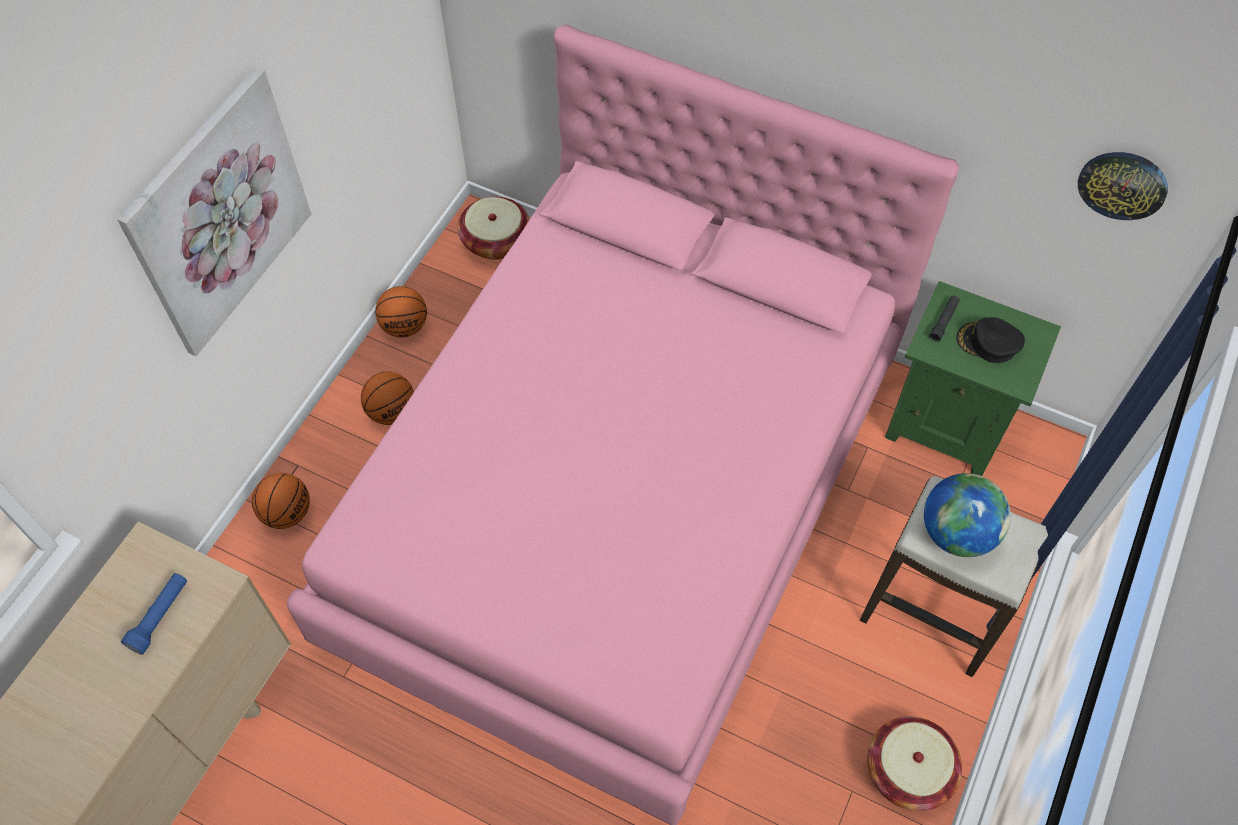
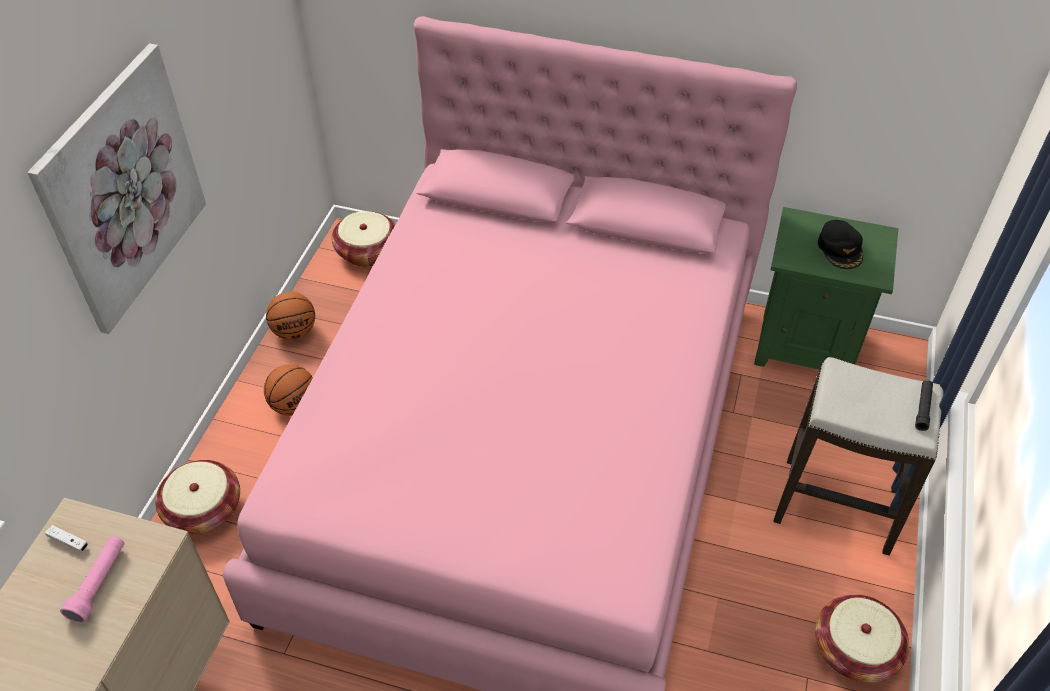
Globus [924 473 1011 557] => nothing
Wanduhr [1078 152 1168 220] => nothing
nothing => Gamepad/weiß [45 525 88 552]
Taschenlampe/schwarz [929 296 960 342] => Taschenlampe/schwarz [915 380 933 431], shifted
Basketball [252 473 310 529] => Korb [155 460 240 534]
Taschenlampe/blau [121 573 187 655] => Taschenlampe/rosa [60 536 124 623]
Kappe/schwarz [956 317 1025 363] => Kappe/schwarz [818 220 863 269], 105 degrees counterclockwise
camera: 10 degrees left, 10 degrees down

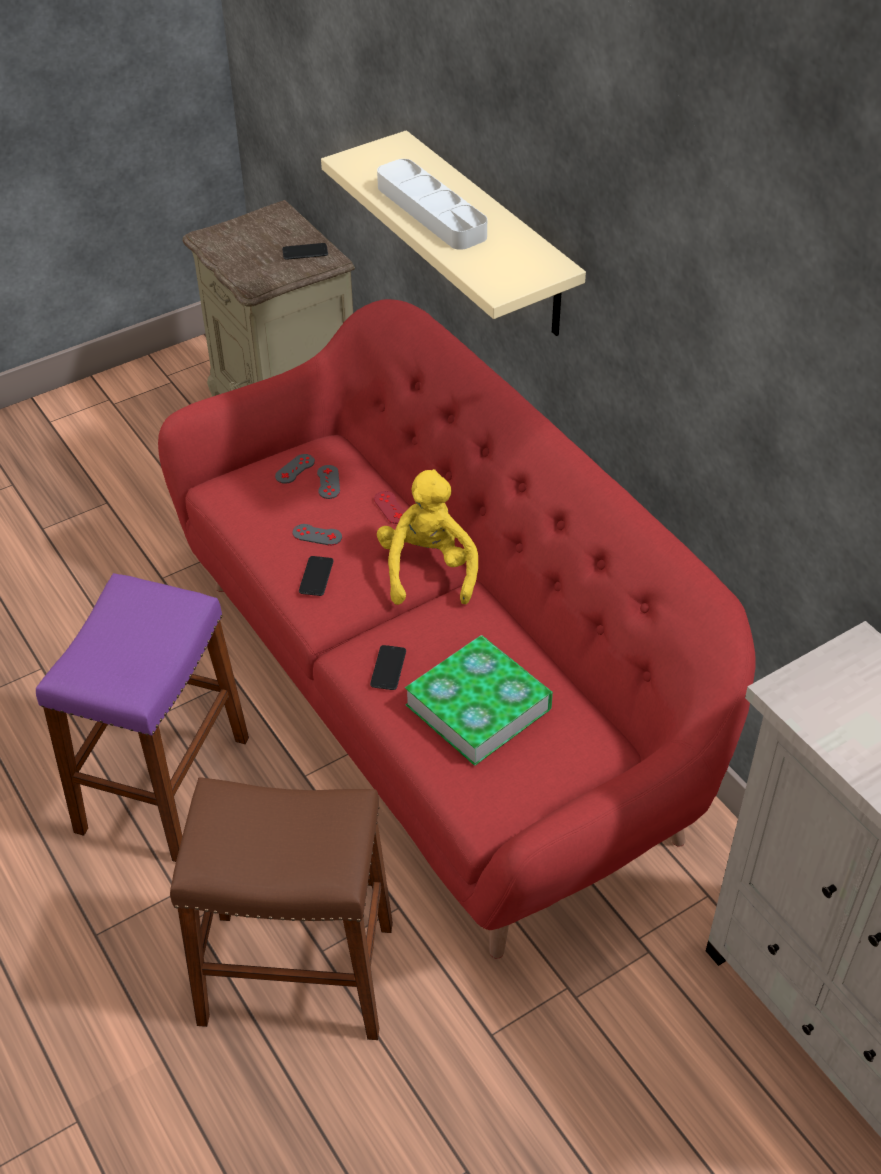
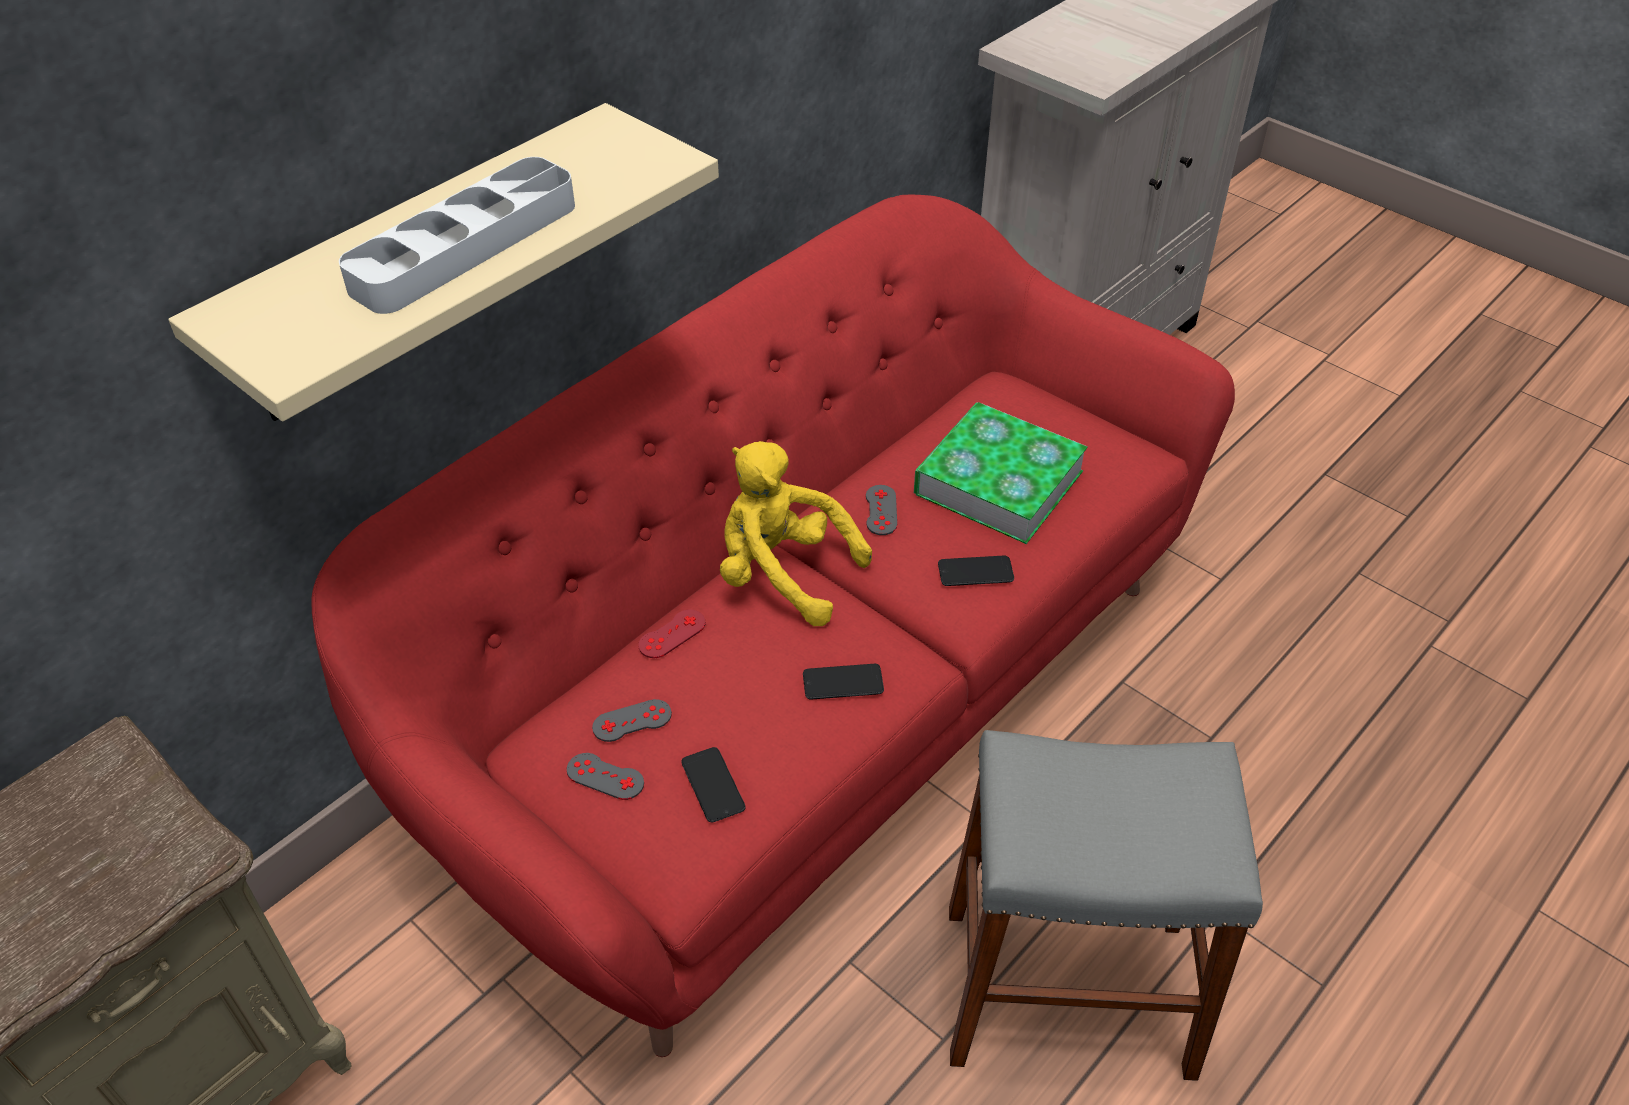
Hocker/braun [170 777 393 1040] => nothing
Handy [282 243 328 260] => Handy [681 747 746 822], shifted
Gamepad/grau [292 524 342 546] => Gamepad/grau [866 485 897 535], shifted
Hocker/lila [36 573 249 862] => Hocker/grau [949 730 1263 1081]
Plüschtier/gelb [377 469 478 605] => Plüschtier/gelb [720 441 872 626], 45 degrees clockwise
camera: 105 degrees left, 0 degrees up

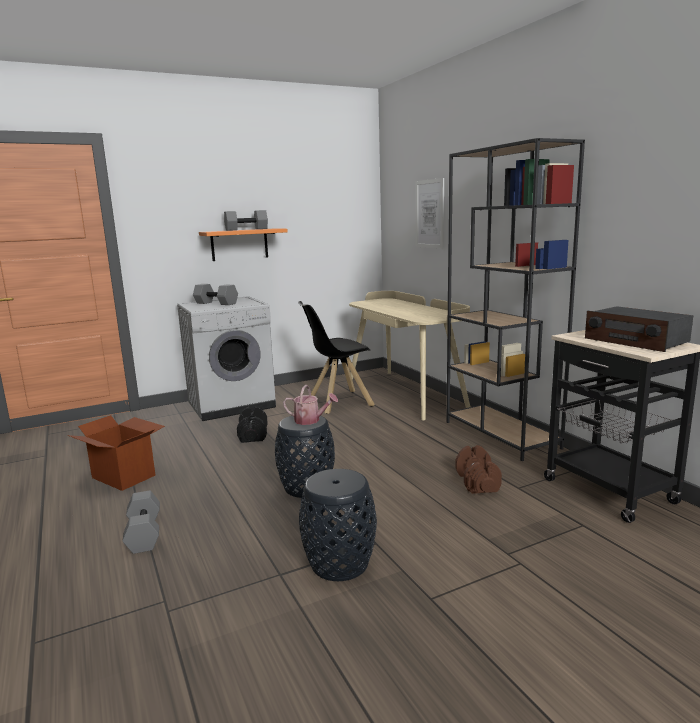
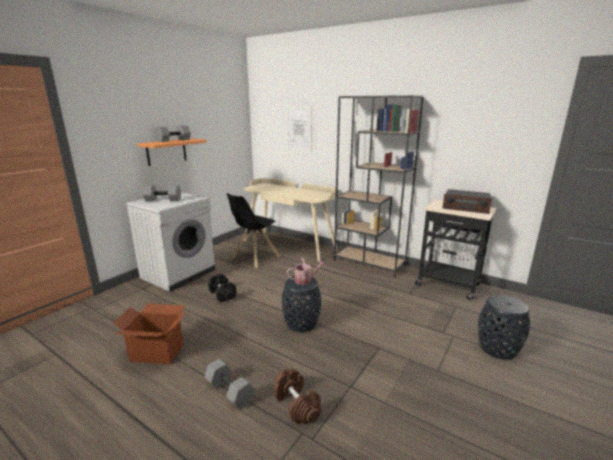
Hocker/schwarz [299 469 377 581] => Hocker/schwarz [478 295 530 360], shifted
Hantel/braun [455 445 502 494] => Hantel/braun [274 369 321 424], shifted
camera: 30 degrees left, 5 degrees up

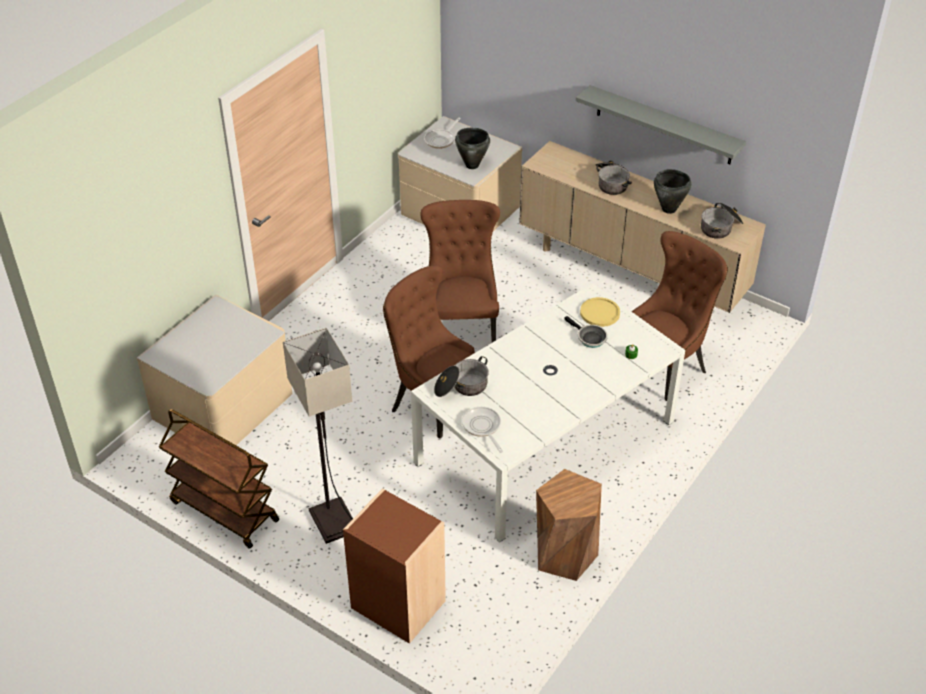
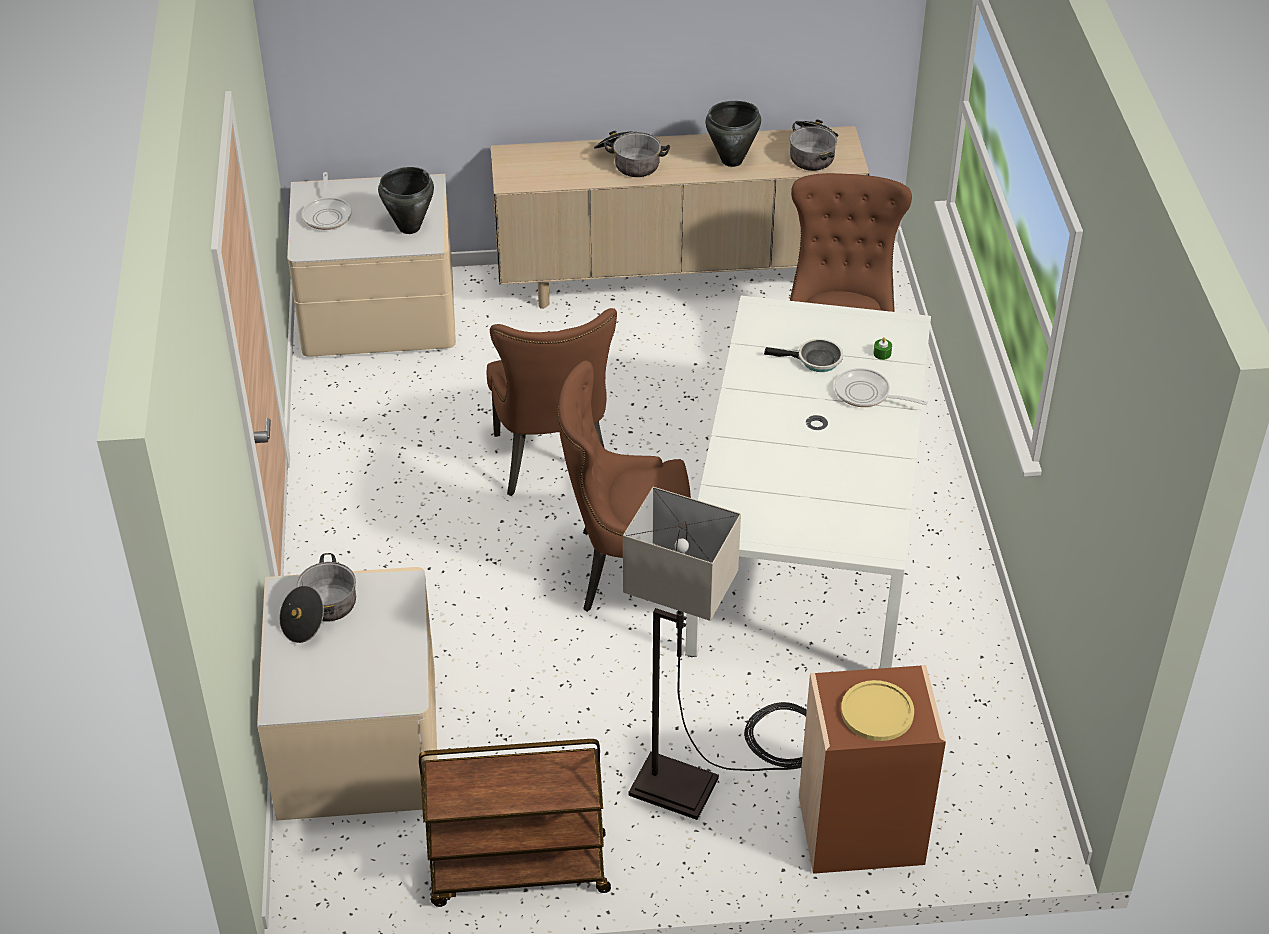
Hocker/braun [536 469 602 581] => nothing
Wandregal/grau [576 85 746 164] => nothing
Kochtopf [434 356 489 397] => Kochtopf [279 553 356 643], shifted
Pfanne [462 407 503 453] => Pfanne [835 368 928 407], shifted
Teller/gelb [580 297 620 327] => Teller/gelb [841 680 914 741], shifted
Stuhl/braun [421 200 500 342] => Stuhl/braun [487 308 617 496], 150 degrees counterclockwise
camera: 40 degrees left, 0 degrees up

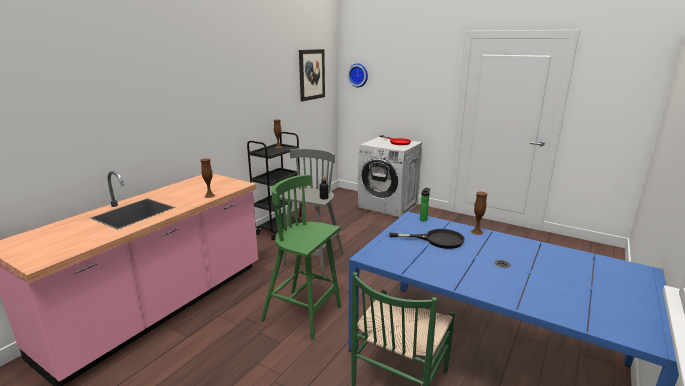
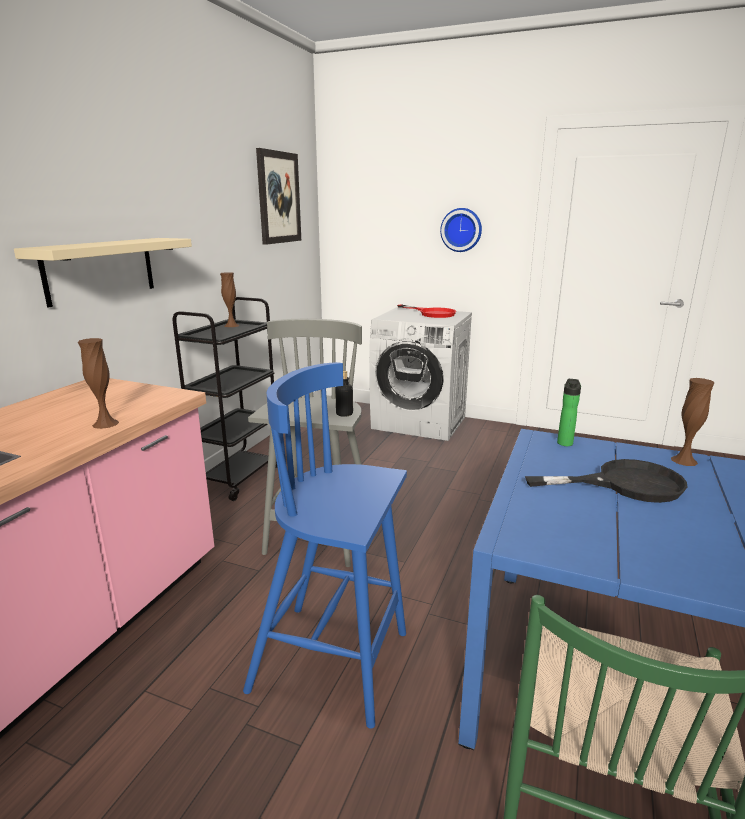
nothing => Wandregal/beige [14 238 192 307]
Wanduhr [348 63 368 87] => Wanduhr [440 208 482 252], shifted
Hocker/grün [260 175 341 340] => Hocker/blau [243 362 407 729]
camera: 10 degrees left, 0 degrees up

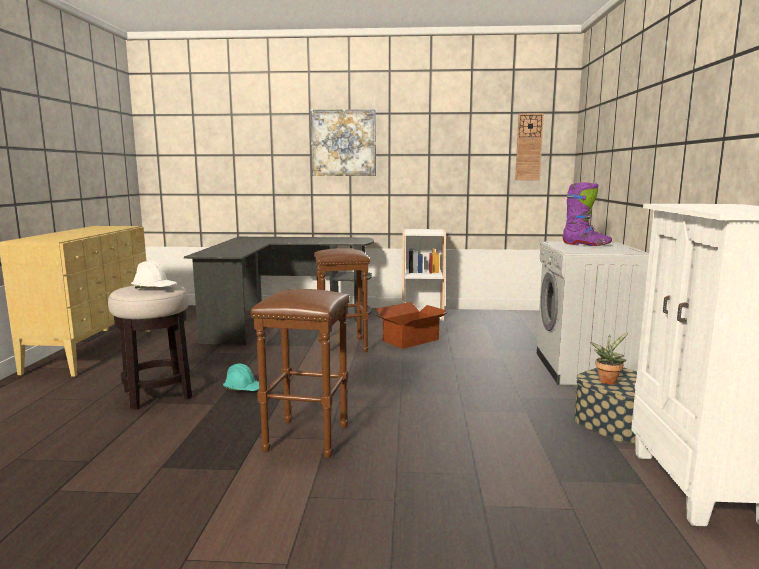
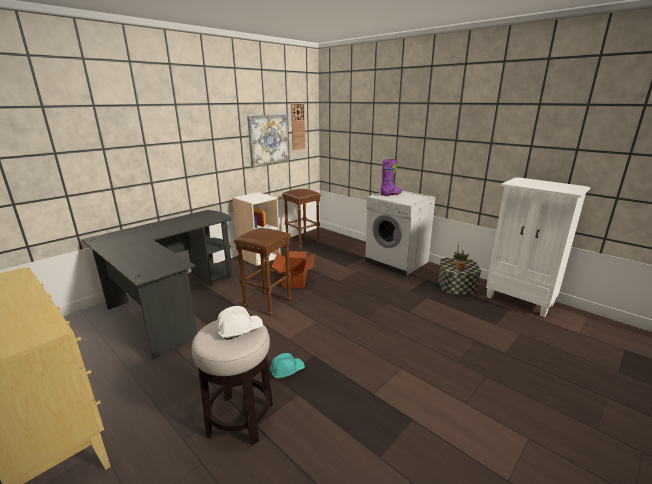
Hocker/braun [251 289 350 458] => Hocker/braun [282 189 321 249], shifted
Bild [310 109 376 176] => Bild [247 114 289 167], shifted
camera: 50 degrees left, 10 degrees up

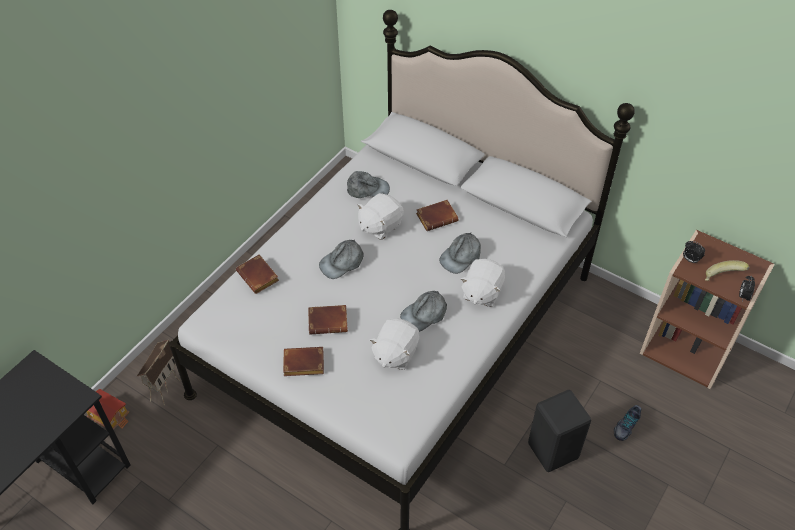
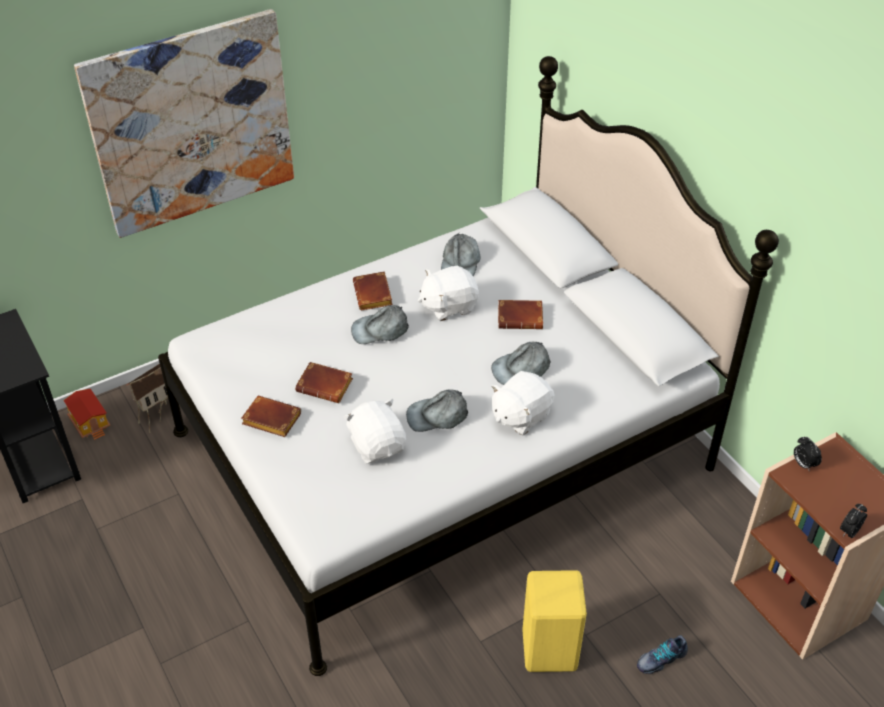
Banane [705 260 749 281] => nothing
nothing => Bild [74 9 294 238]
Buch/braun [236 255 279 294] => Buch/braun [353 271 393 310], shifted
Hocker/schwarz [528 390 591 472] => Hocker/gelb [522 570 587 672]
Kappe/grau [347 171 390 198] => Kappe/grau [441 233 481 276], 75 degrees clockwise
Plüschtier/weiß [370 318 419 370] => Plüschtier/weiß [343 399 406 464], 105 degrees clockwise
camera: 25 degrees right, 5 degrees down

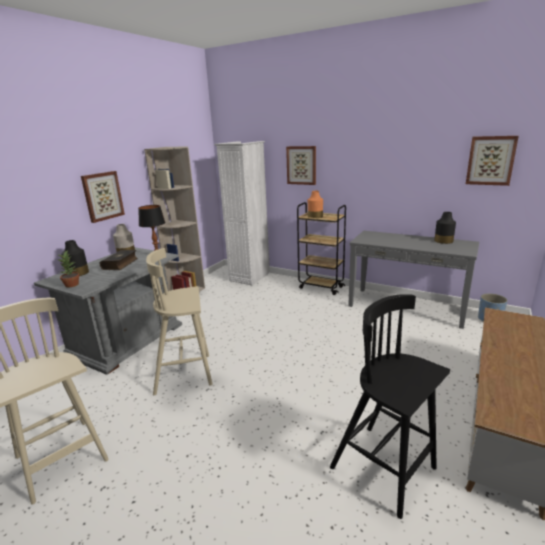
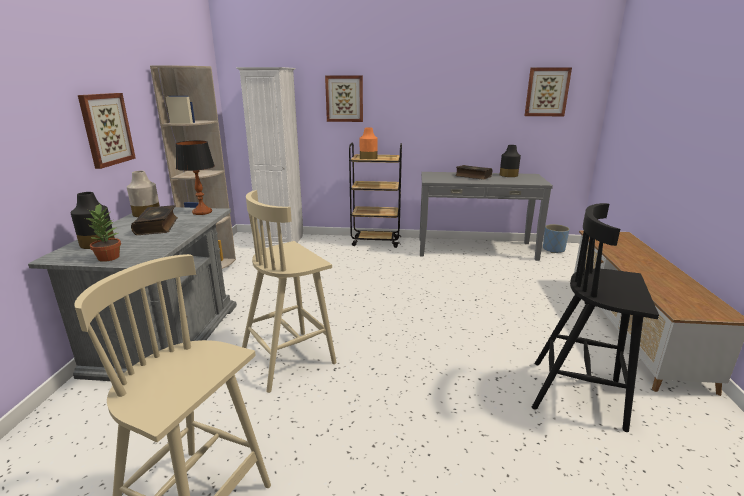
nothing => Buch [455 165 492 180]
camera: 25 degrees left, 0 degrees up

